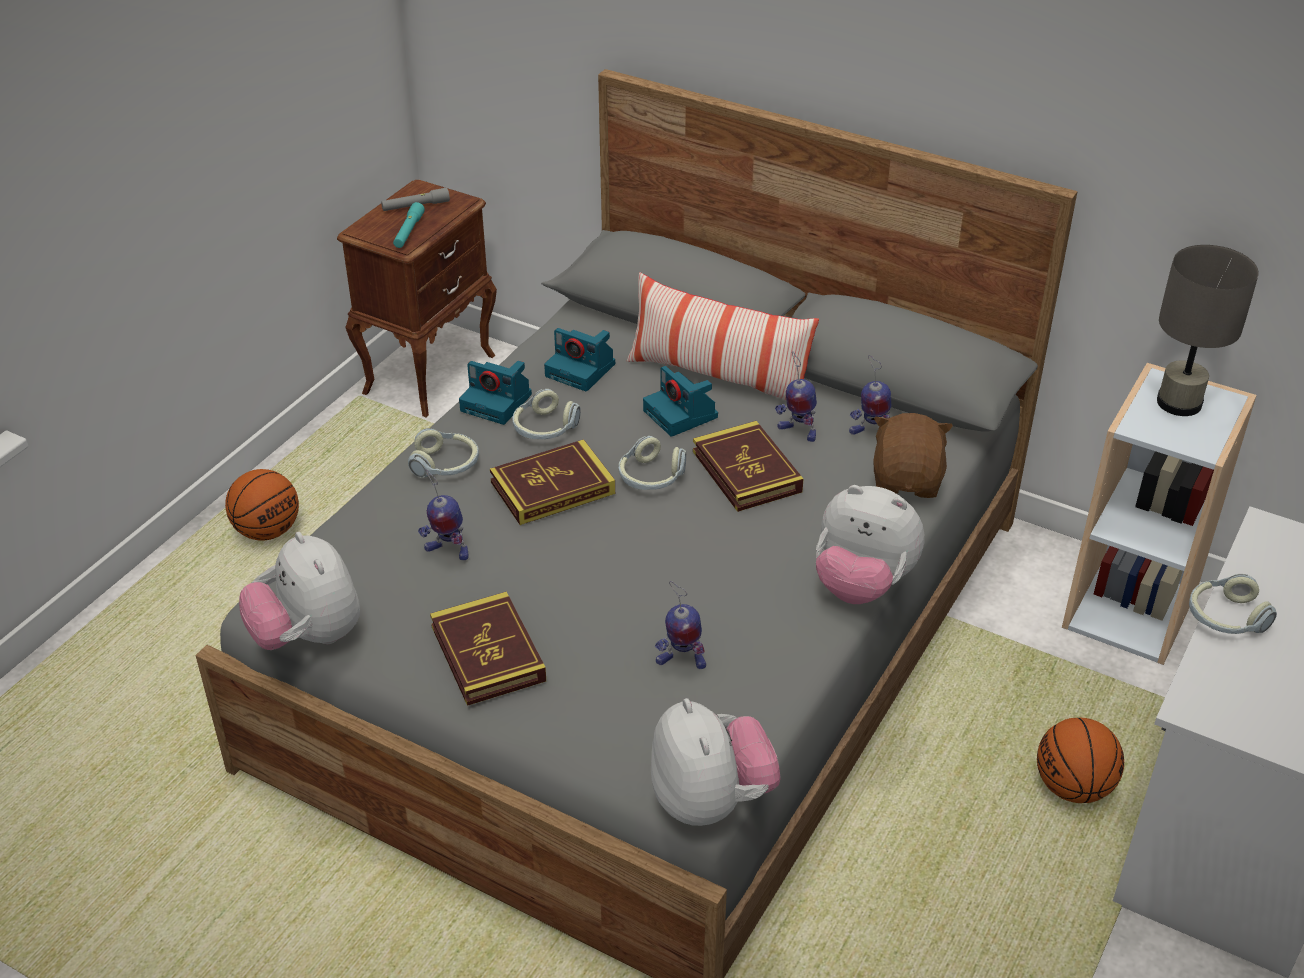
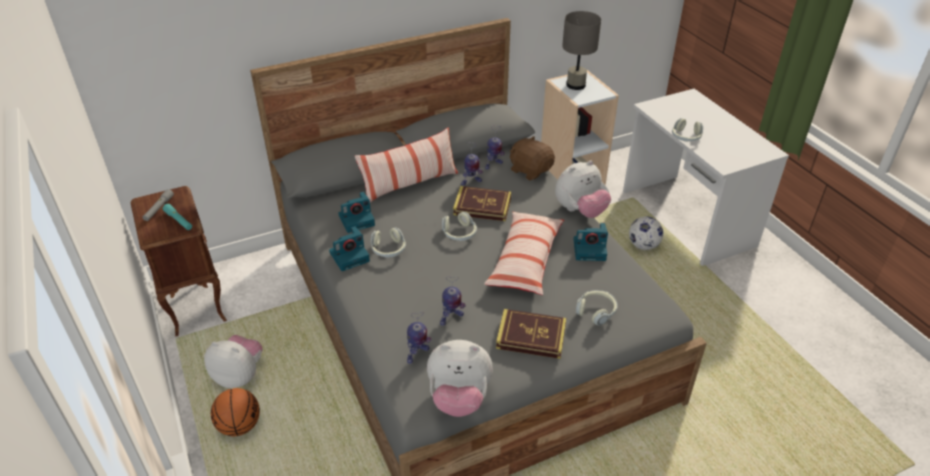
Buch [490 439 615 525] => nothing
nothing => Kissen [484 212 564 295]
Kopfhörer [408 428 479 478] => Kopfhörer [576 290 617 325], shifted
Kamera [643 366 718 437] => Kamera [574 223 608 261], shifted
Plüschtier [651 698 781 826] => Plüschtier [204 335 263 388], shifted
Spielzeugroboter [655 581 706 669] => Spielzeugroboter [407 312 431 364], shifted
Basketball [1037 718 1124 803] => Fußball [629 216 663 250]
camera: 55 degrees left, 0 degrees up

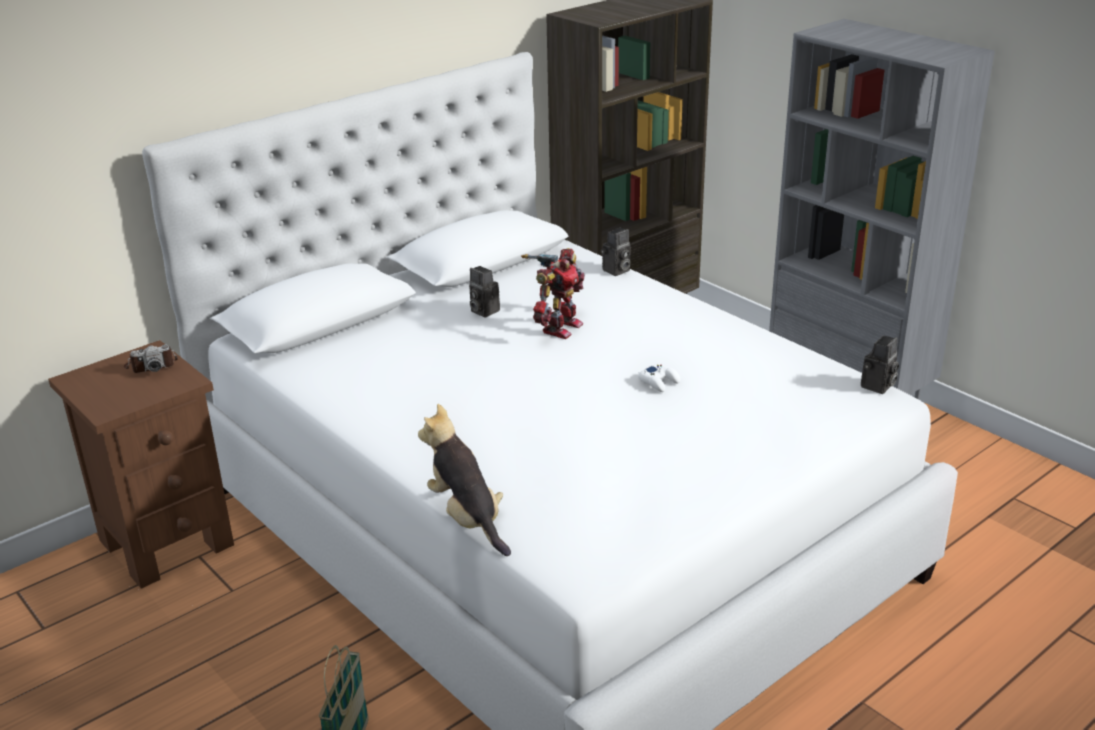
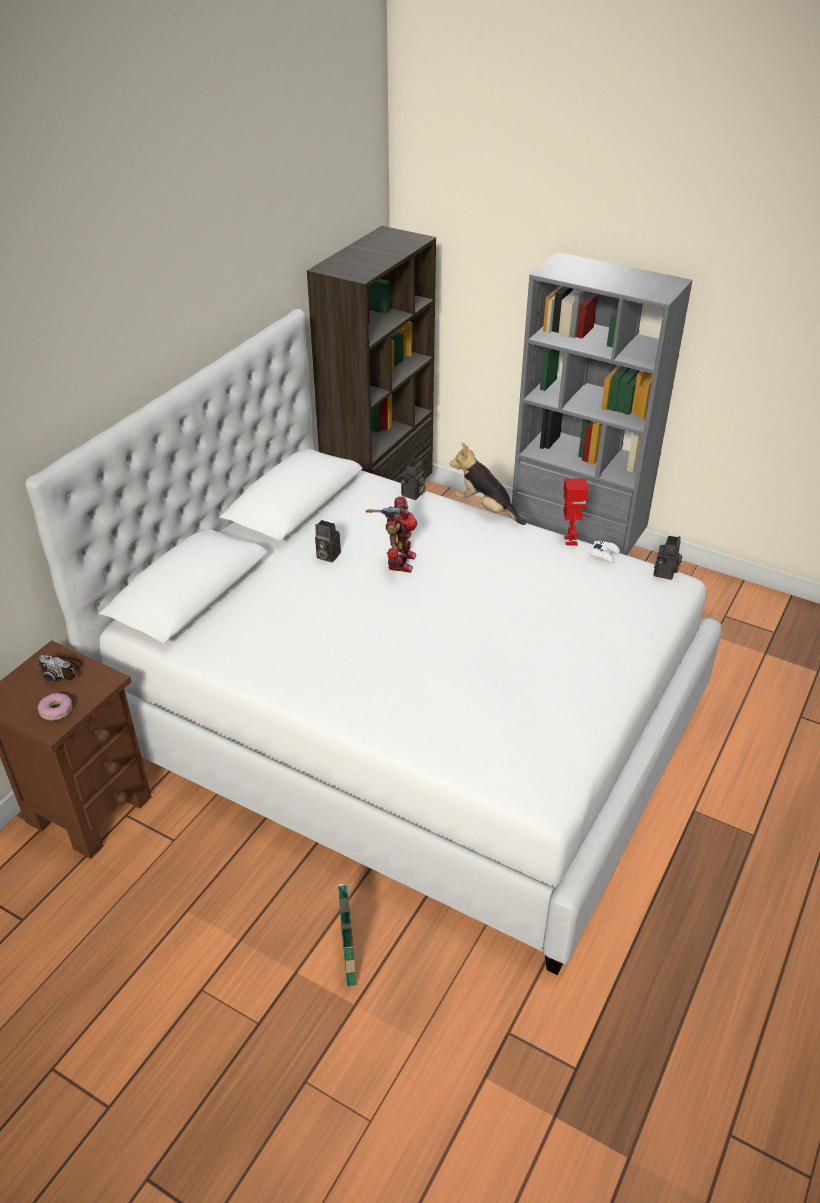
nothing => Donut [38 693 73 721]
nothing => Spielzeugroboter [563 478 589 546]
Plüschtier [418 404 511 556] => Plüschtier [450 443 526 525], shifted
Gamepad/weiß [638 364 681 392] => Gamepad/weiß [589 541 620 563], shifted
Kamera [124 344 178 373] => Kamera [38 655 83 683], 60 degrees clockwise
camera: 20 degrees left, 10 degrees up

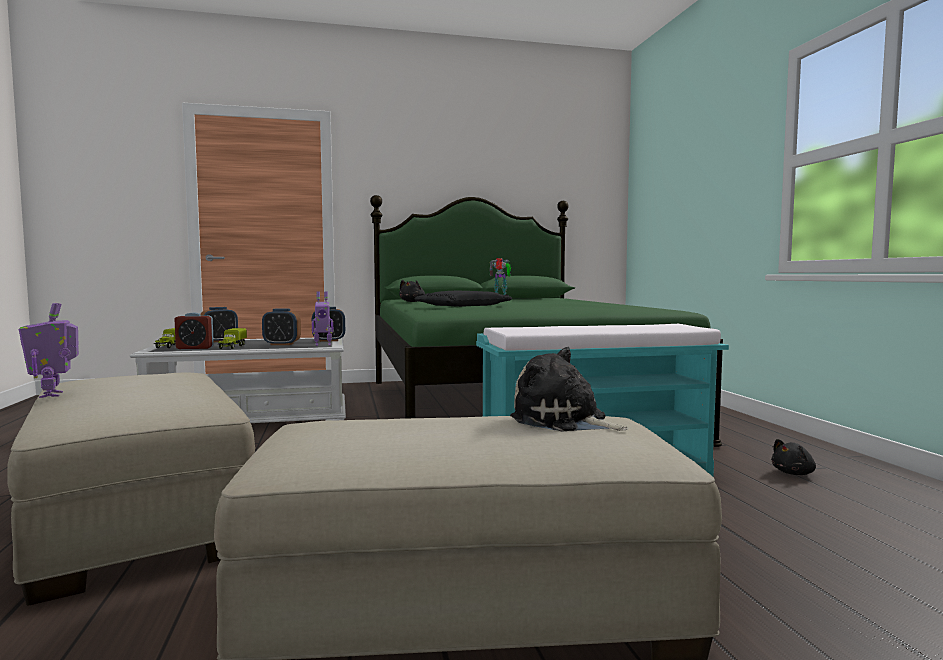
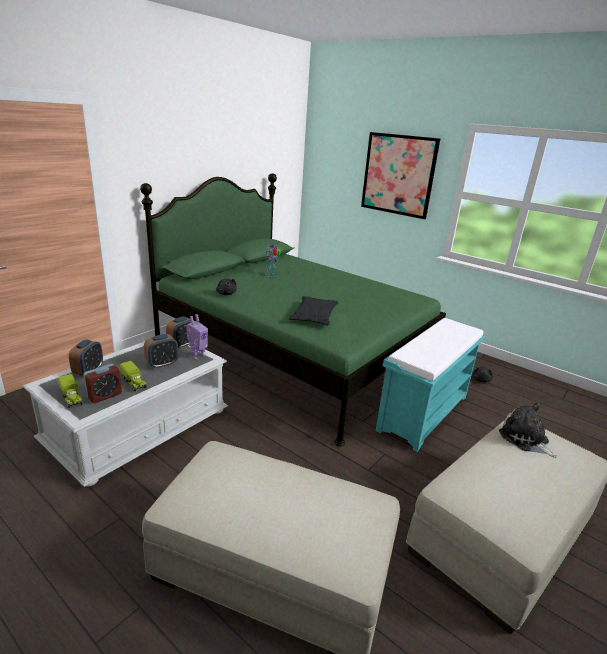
Spielzeugroboter [18 303 79 398] => nothing
nothing => Bild [361 132 440 219]
Plüschtier [510 347 628 431] => Plüschtier [499 403 557 458], 60 degrees clockwise
camera: 40 degrees left, 20 degrees up

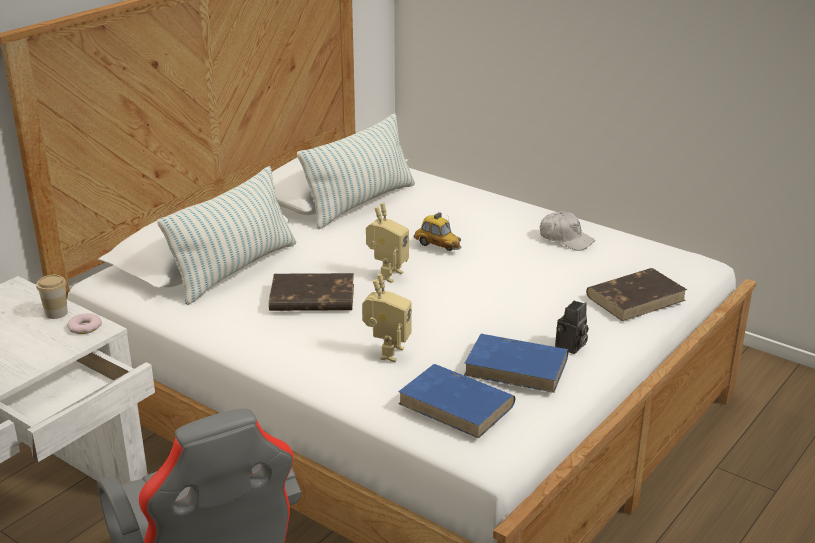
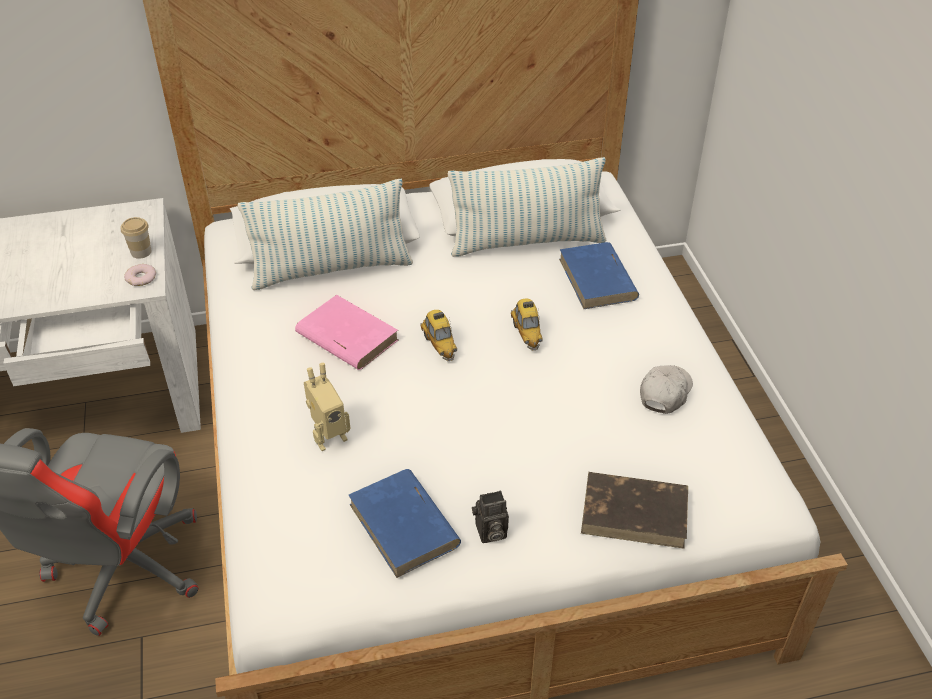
Buch/blau [398 364 515 439] => Buch/blau [559 242 639 309], shifted
Spielzeugroboter [366 203 409 283] => Spielzeugauto [420 310 457 361]
Buch/braun [269 273 354 311] => Buch/rosa [295 295 399 370]
Kappe/weiß [540 211 595 251] => Kappe/weiß [640 365 693 414], 135 degrees counterclockwise
camera: 40 degrees right, 15 degrees up

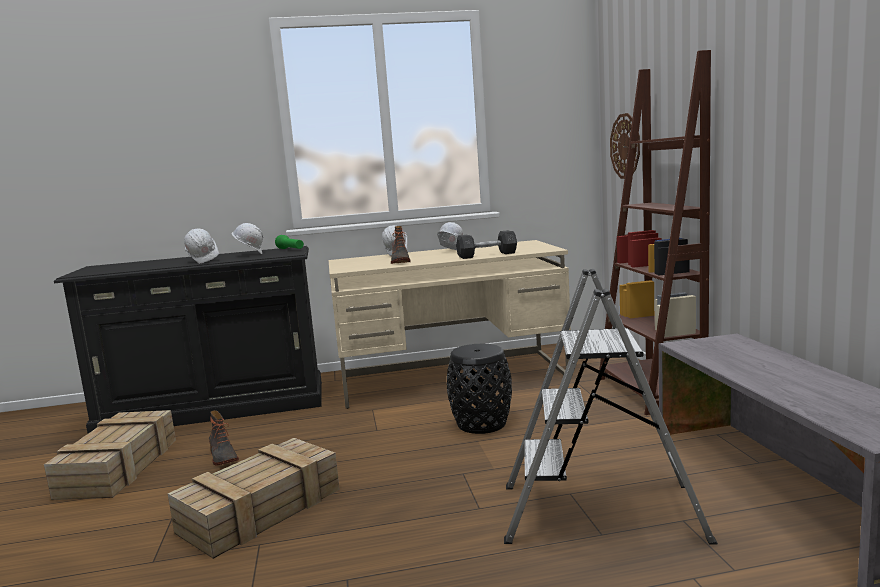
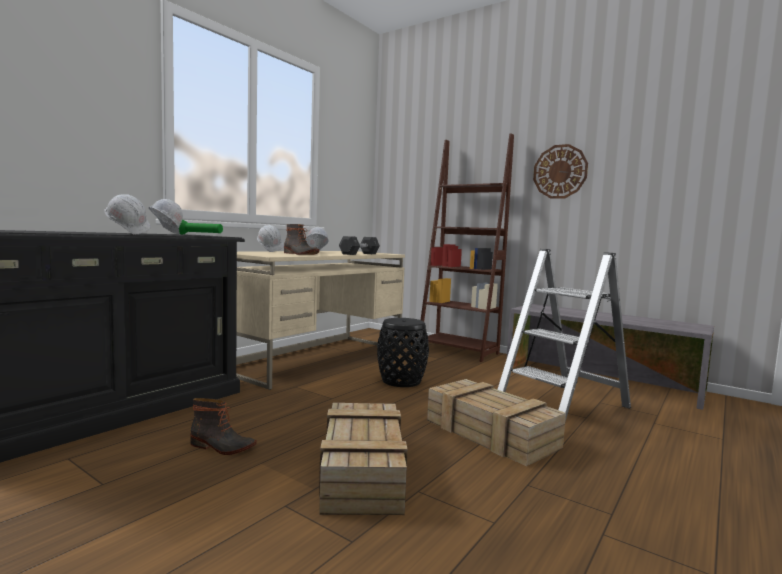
Kiste [44 410 176 500] => Kiste [427 379 566 466], shifted
Wanduhr [610 113 640 179] => Wanduhr [533 144 588 199], shifted
camera: 45 degrees left, 5 degrees down

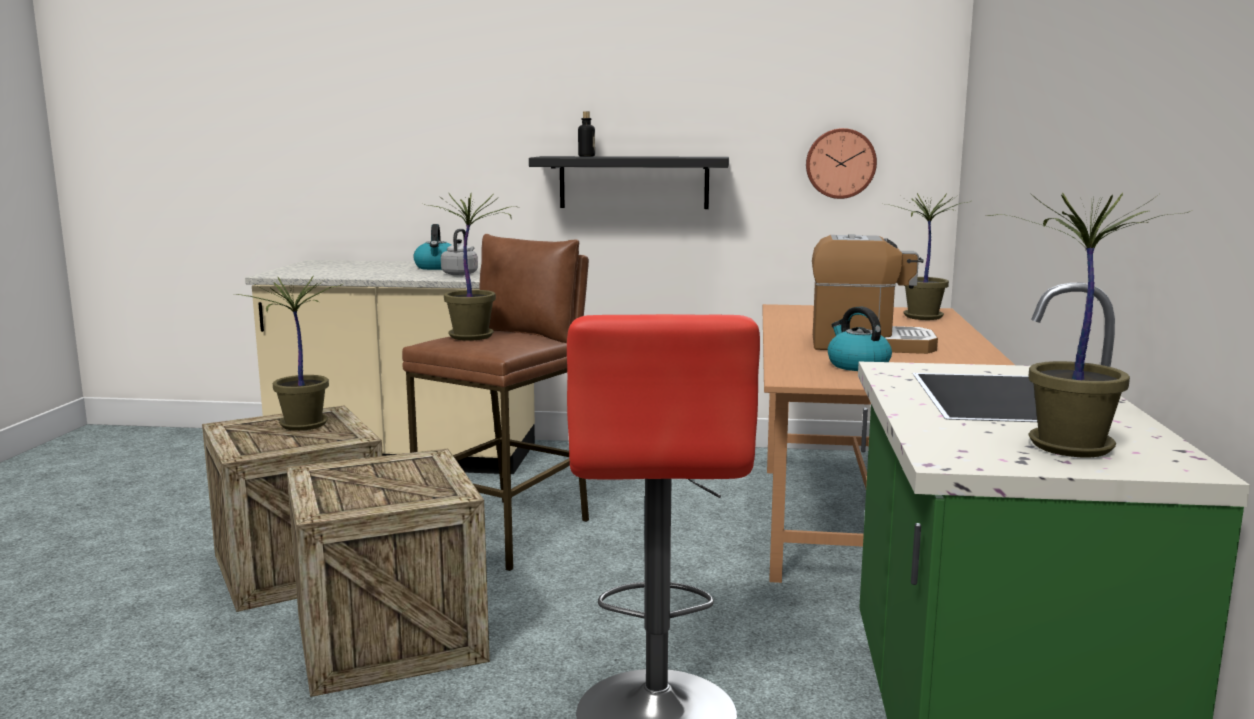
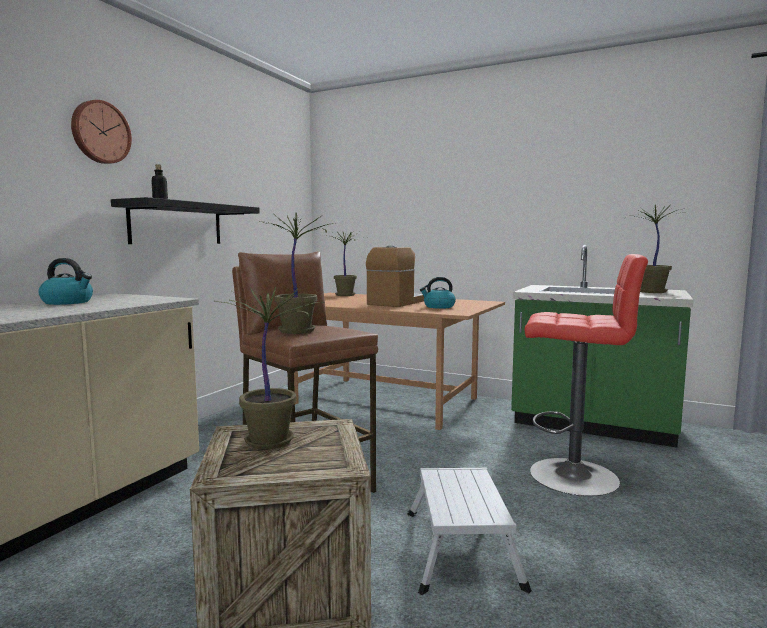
Wasserkessel/grau [441 229 478 276] => nothing
Wanduhr [806 128 877 199] => Wanduhr [71 100 132 164], shifted
Kiste [286 449 490 697] => Trittleiter/weiß [407 468 532 595]
camera: 70 degrees left, 5 degrees down

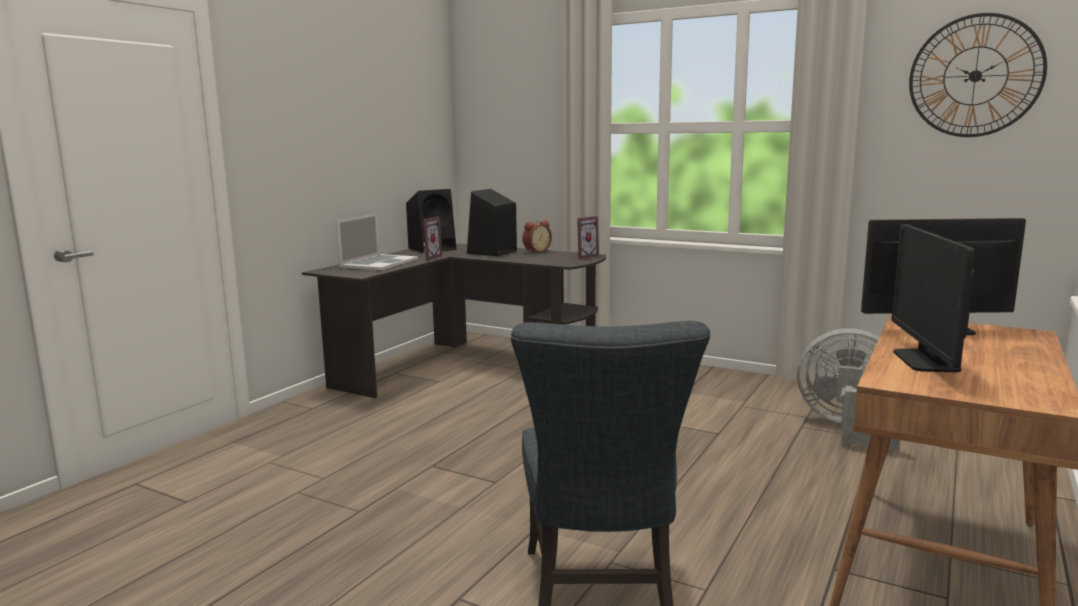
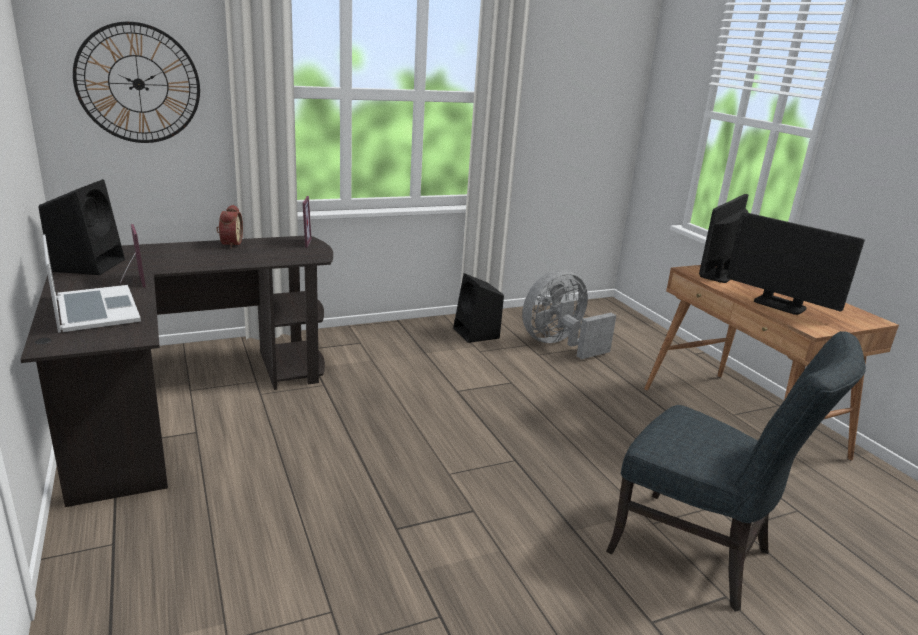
Lautsprecher/schwarz [467 189 517 256] => Lautsprecher/schwarz [453 273 504 343], shifted
Wanduhr [909 13 1047 137] => Wanduhr [73 22 200 143], shifted
camera: 55 degrees left, 10 degrees up

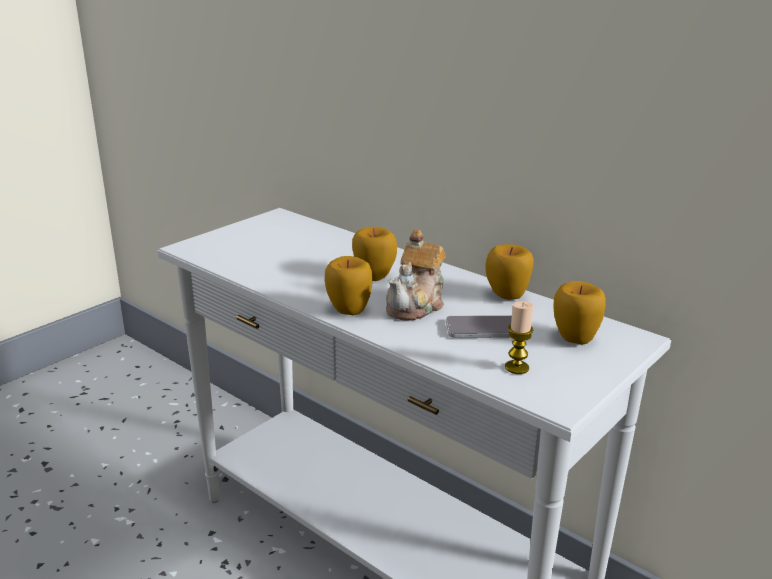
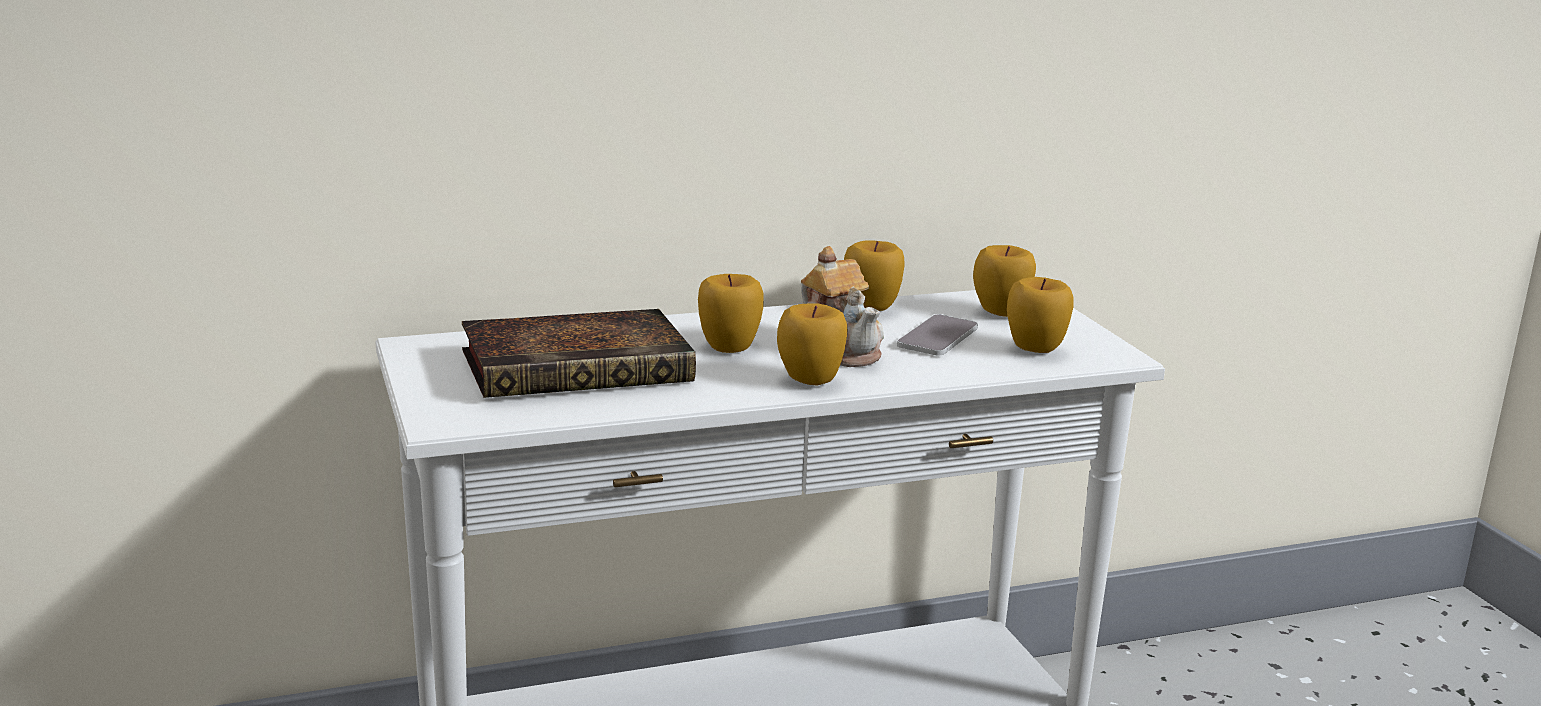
nothing => Buch [462 309 696 398]
Kerze [505 301 533 374] => Apfel [1007 277 1074 353]
camera: 60 degrees left, 5 degrees down

